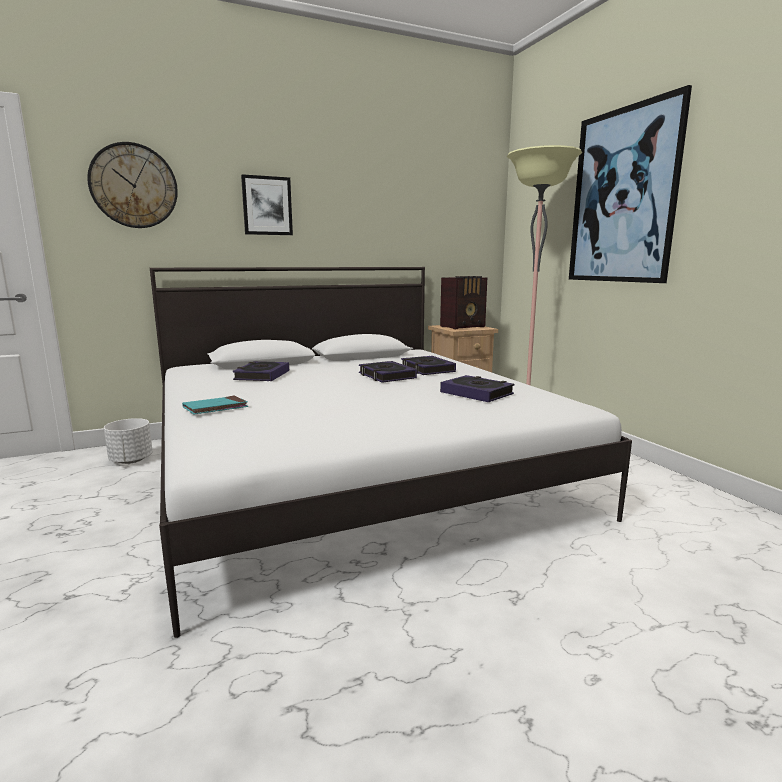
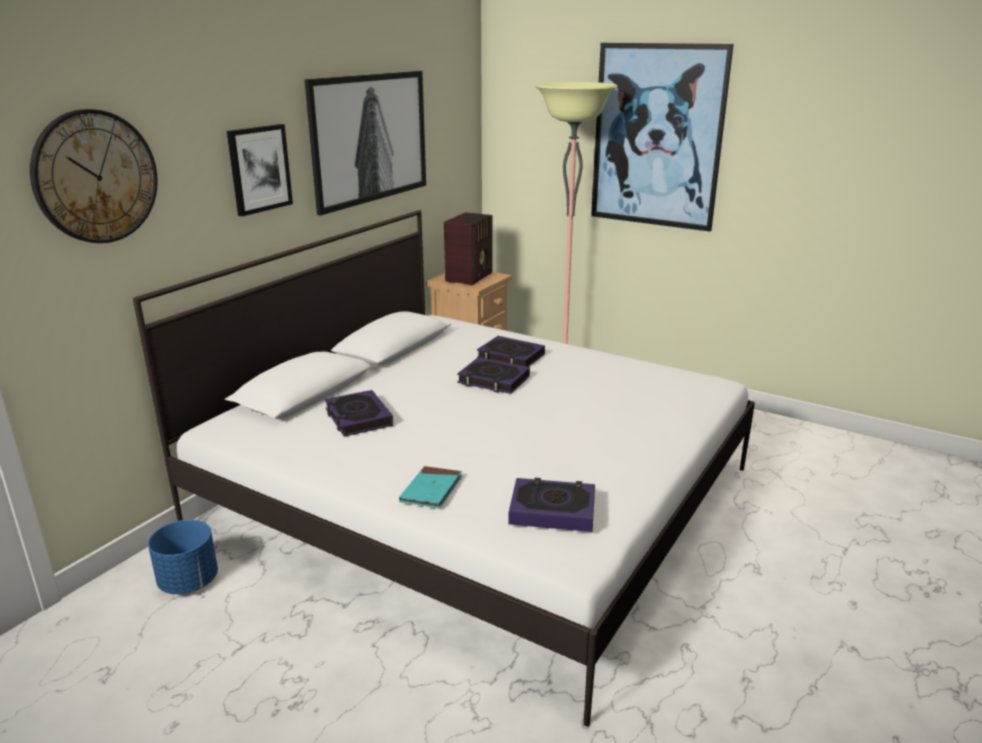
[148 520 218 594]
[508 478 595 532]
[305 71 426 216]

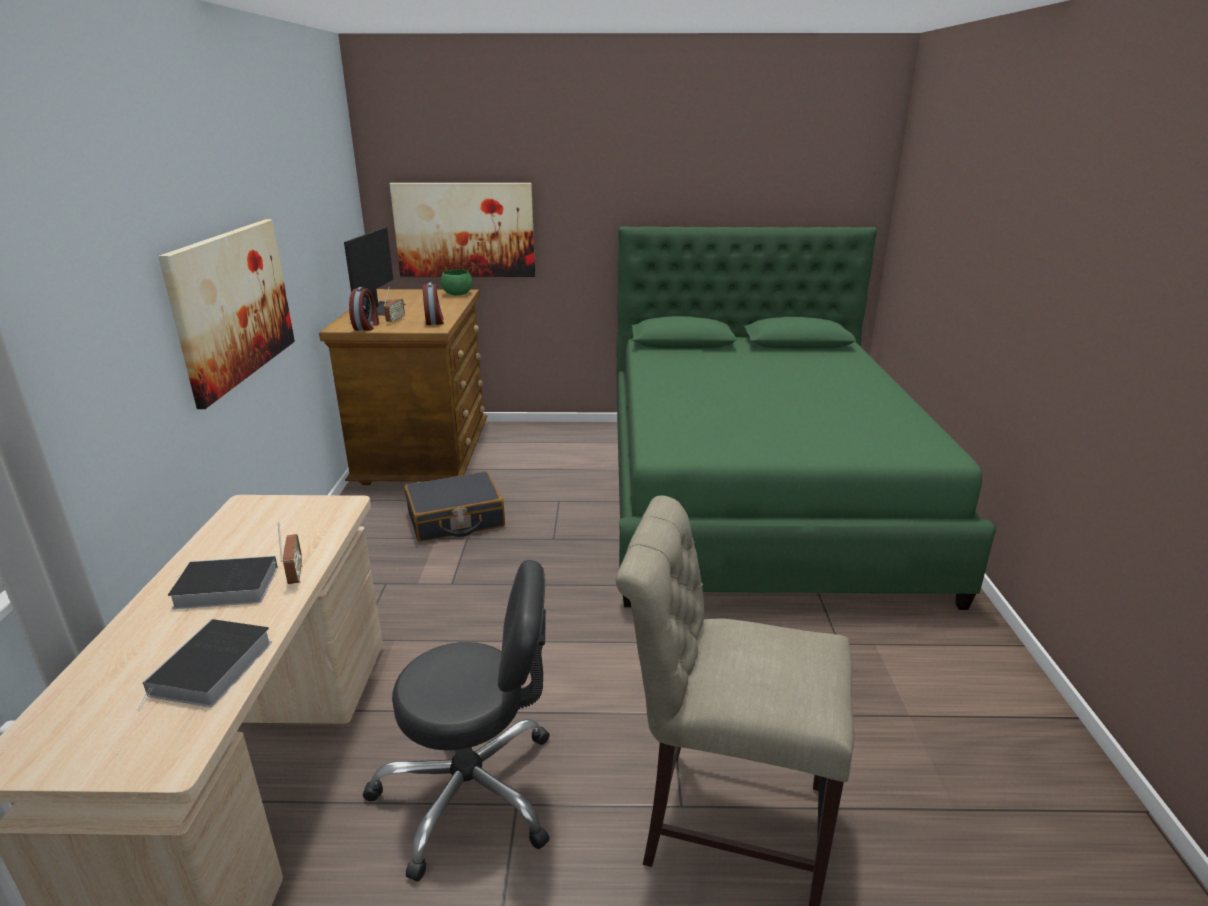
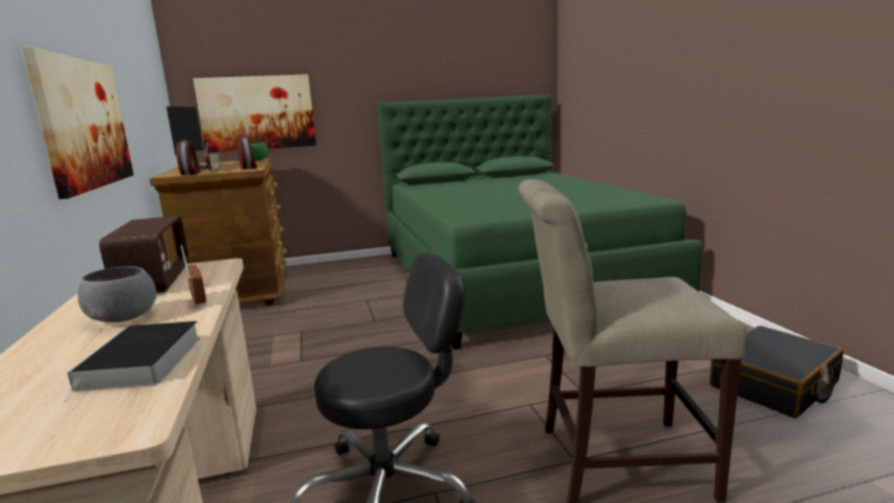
[78 266 157 322]
[710 326 843 418]
[99 216 189 293]

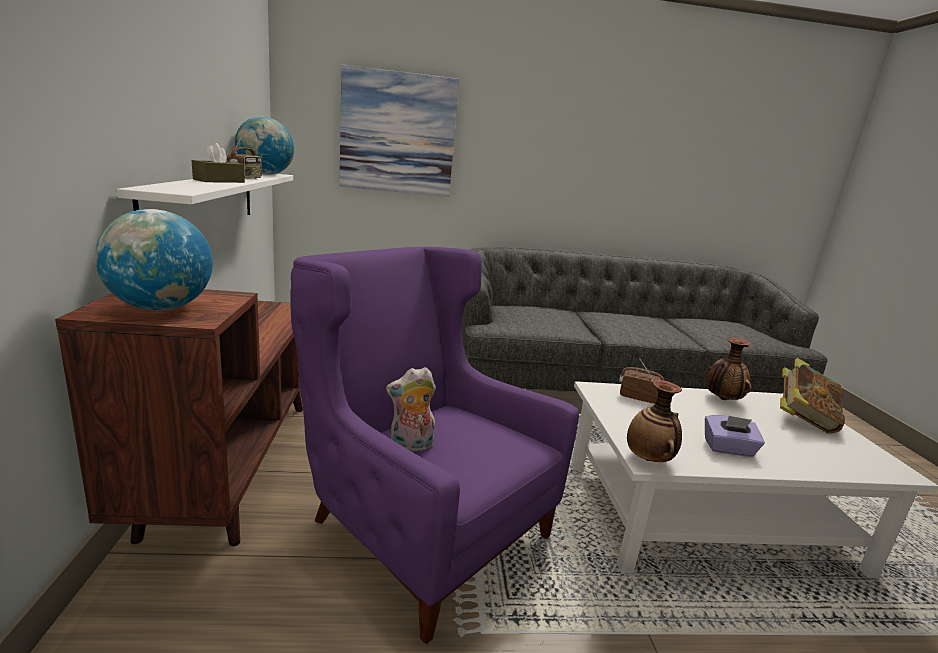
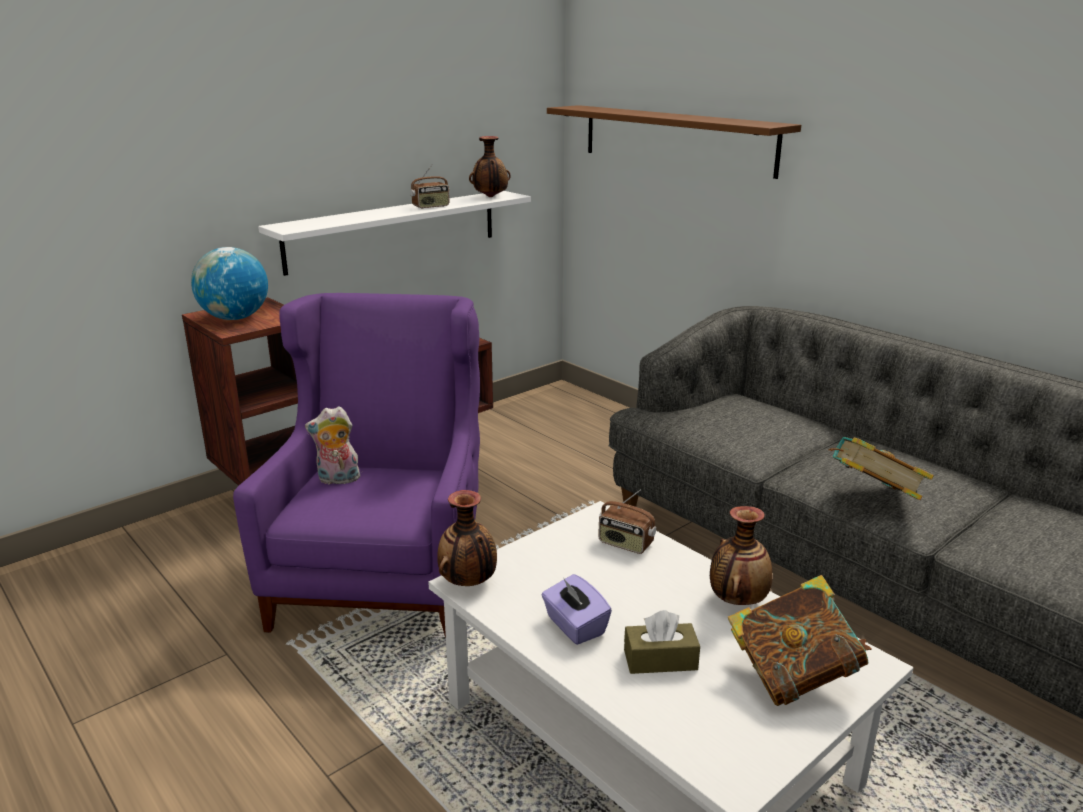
[624 610 700 674]
[469 136 511 197]
[547 105 801 179]
[305 406 360 485]
[599 489 656 554]
[828 437 934 500]

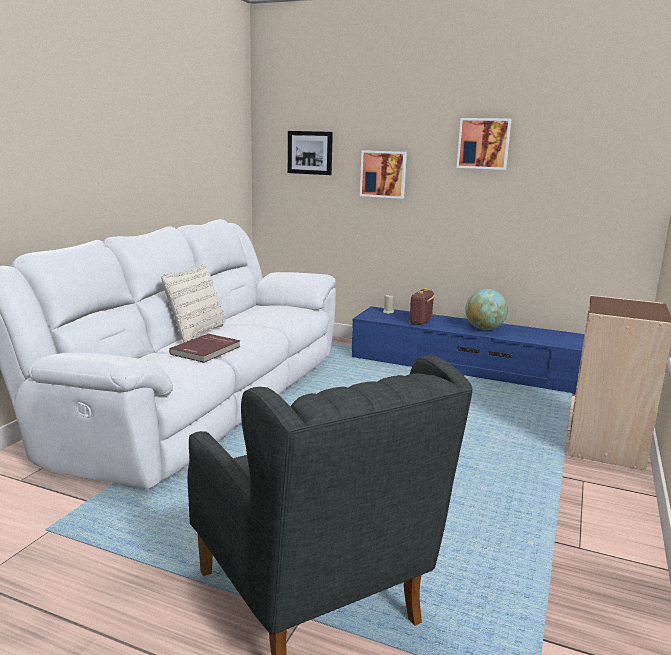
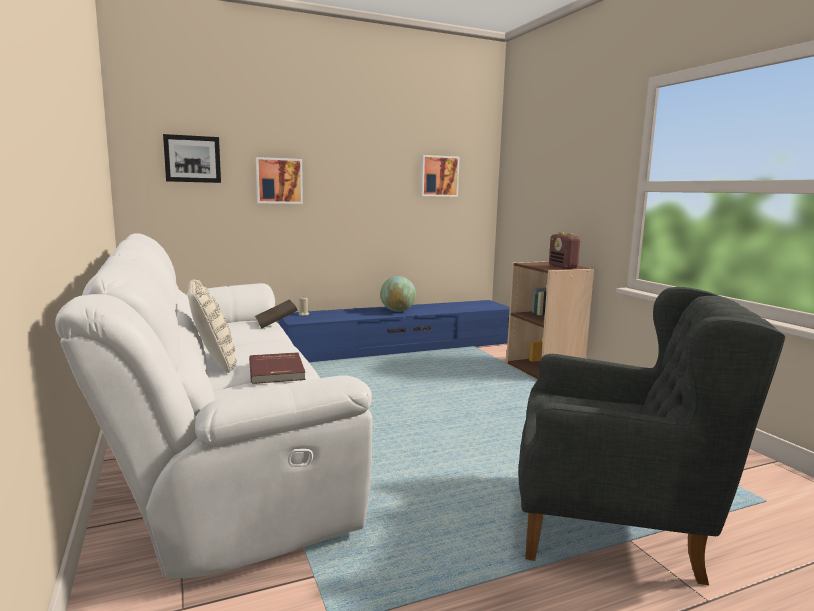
[549 232 582 269]
[420 155 460 197]
[255 299 298 329]

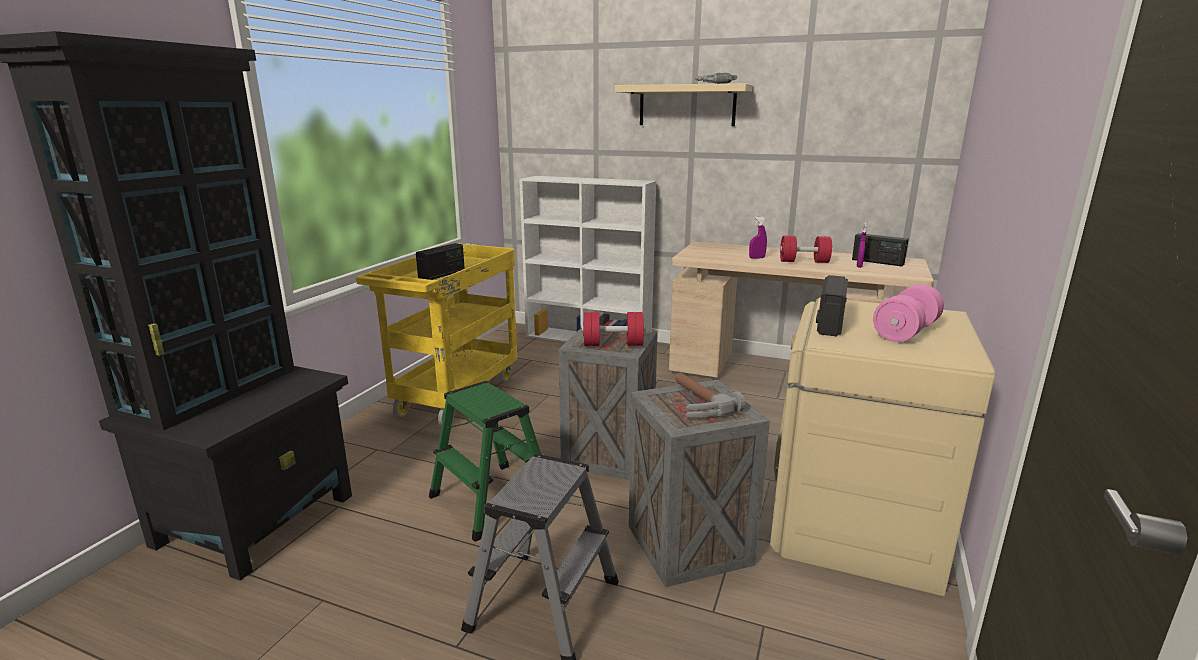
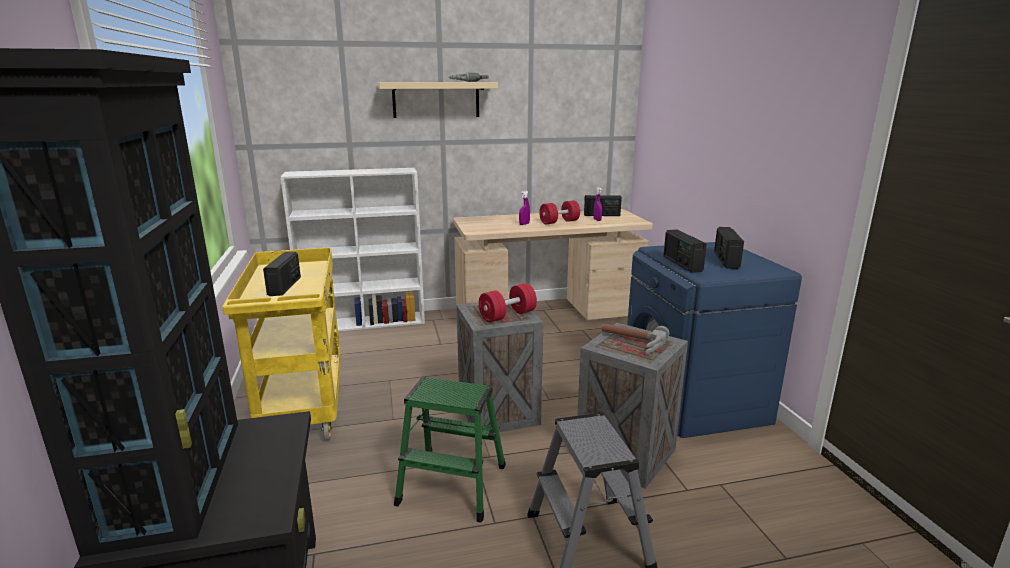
[627 242 802 438]
[714 227 744 269]

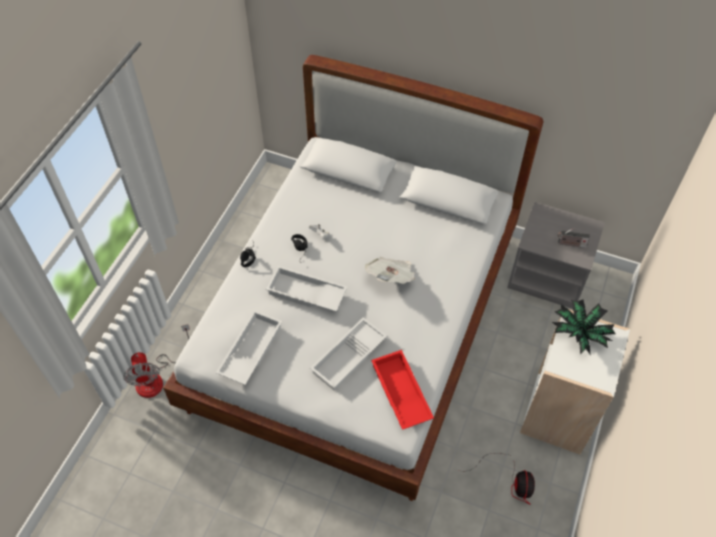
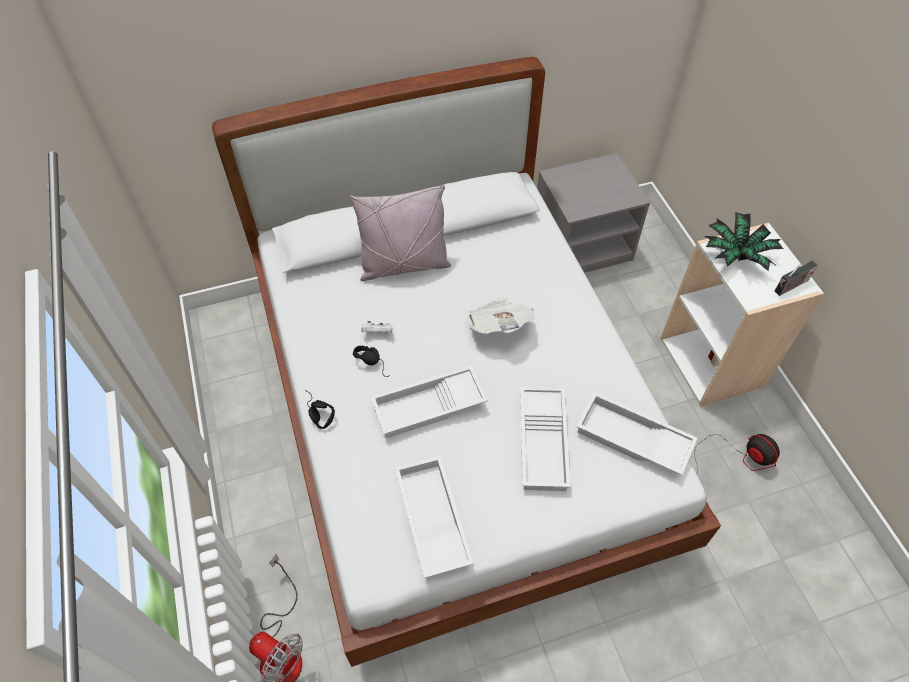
[576 392 697 475]
[775 261 818 296]
[350 184 451 281]

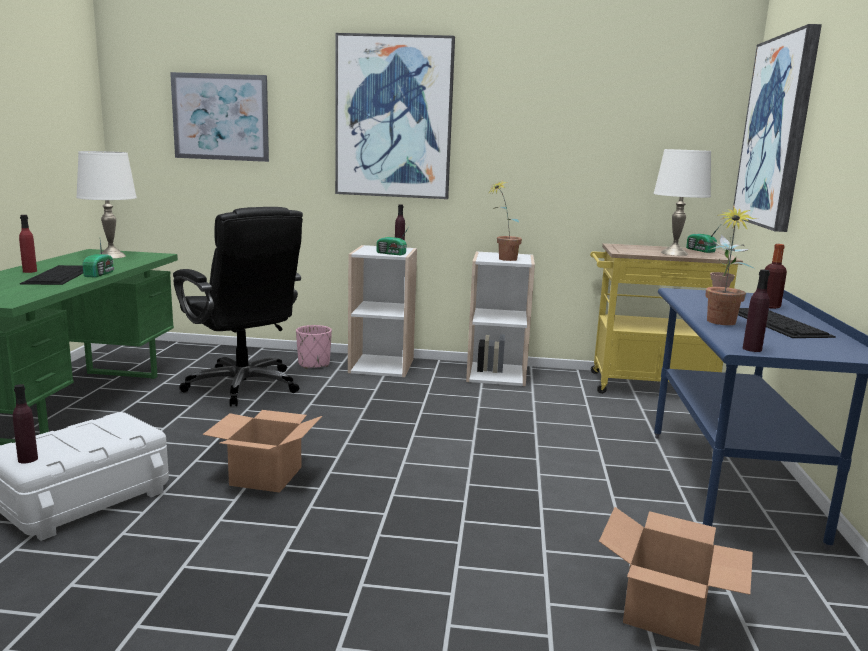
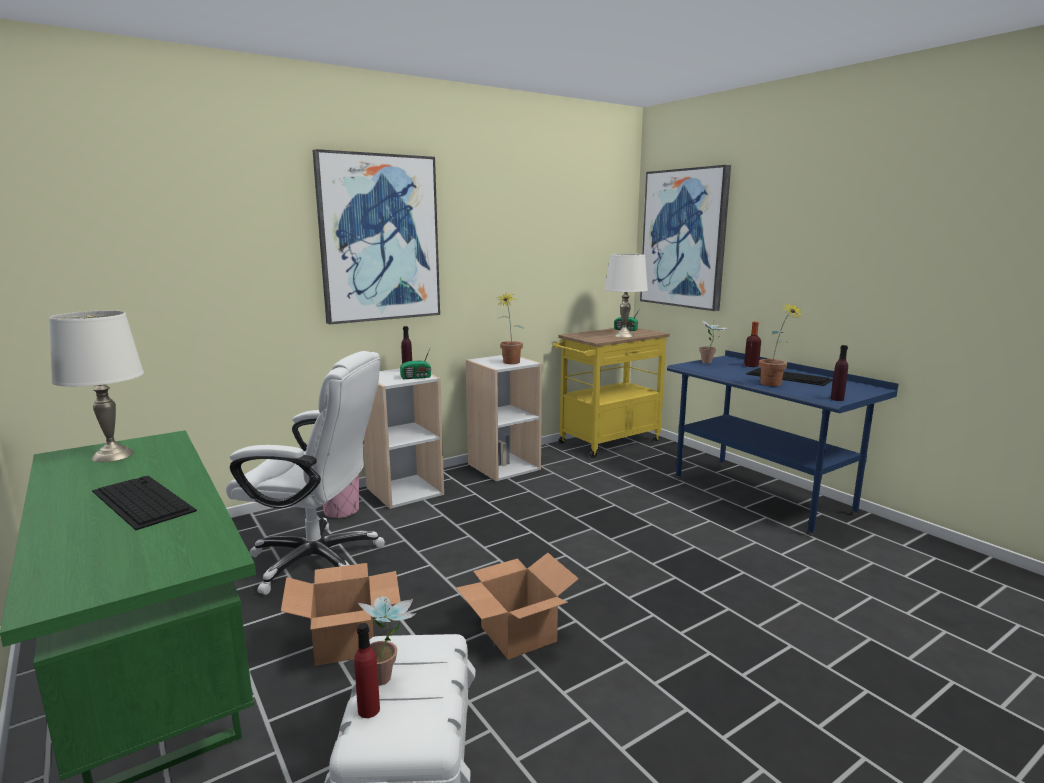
[13 384 38 463] (first image)
[354 623 380 718]
[83 240 114 278] (first image)
[170 72 269 162] (first image)
[226 351 385 595]
[281 563 401 666]
[357 596 416 686]

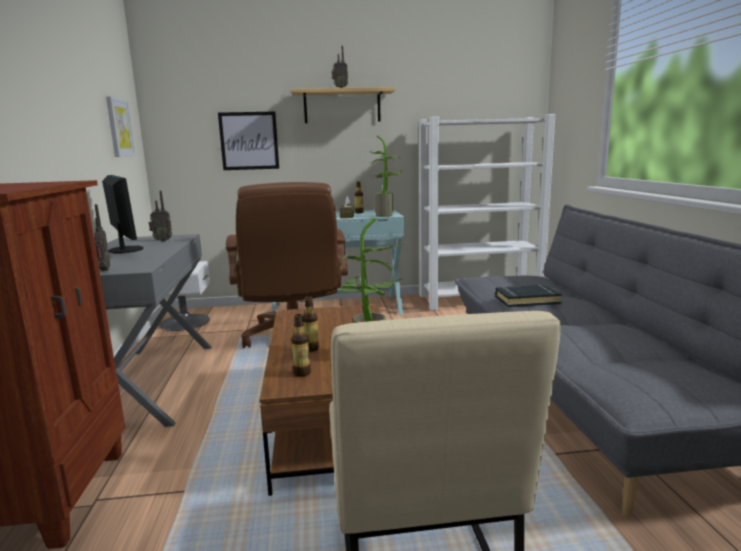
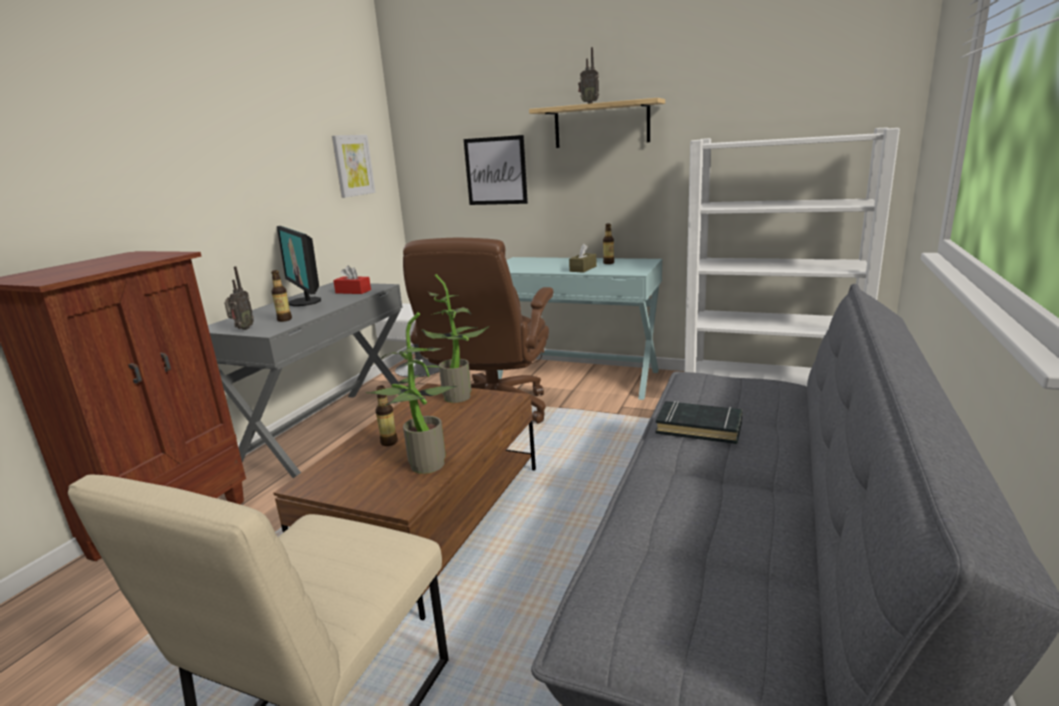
[277 226 321 306]
[333 265 371 294]
[271 270 292 322]
[422 274 489 403]

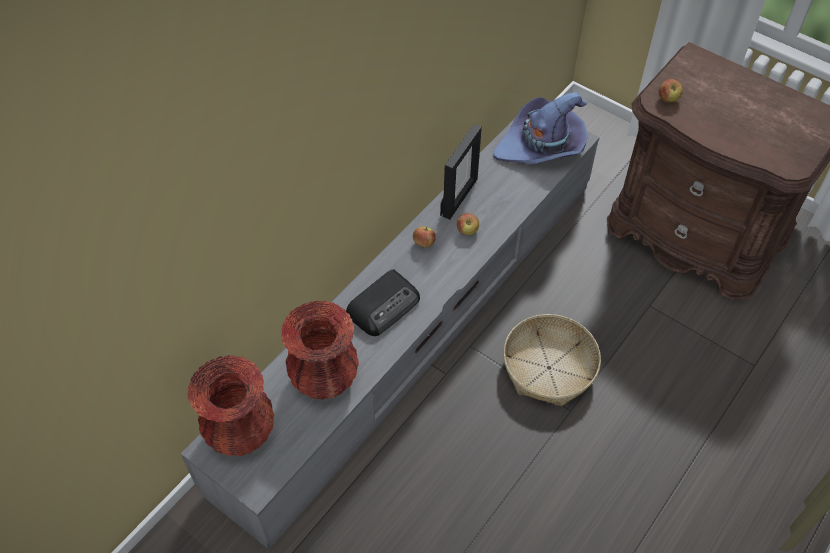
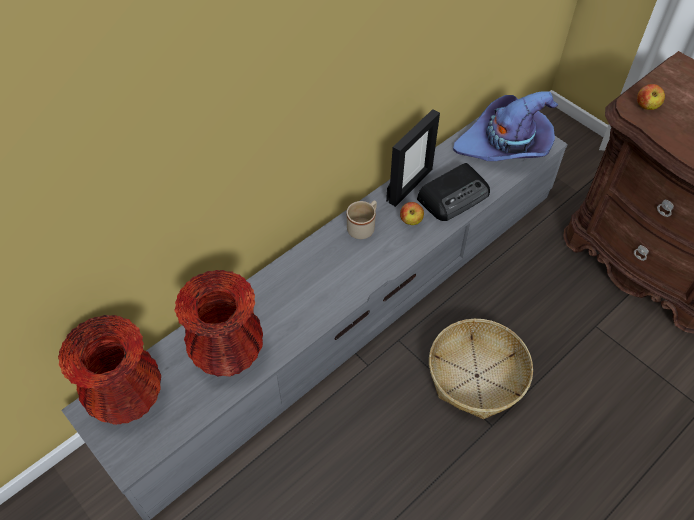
[417 163 490 221]
[346 200 377 239]

